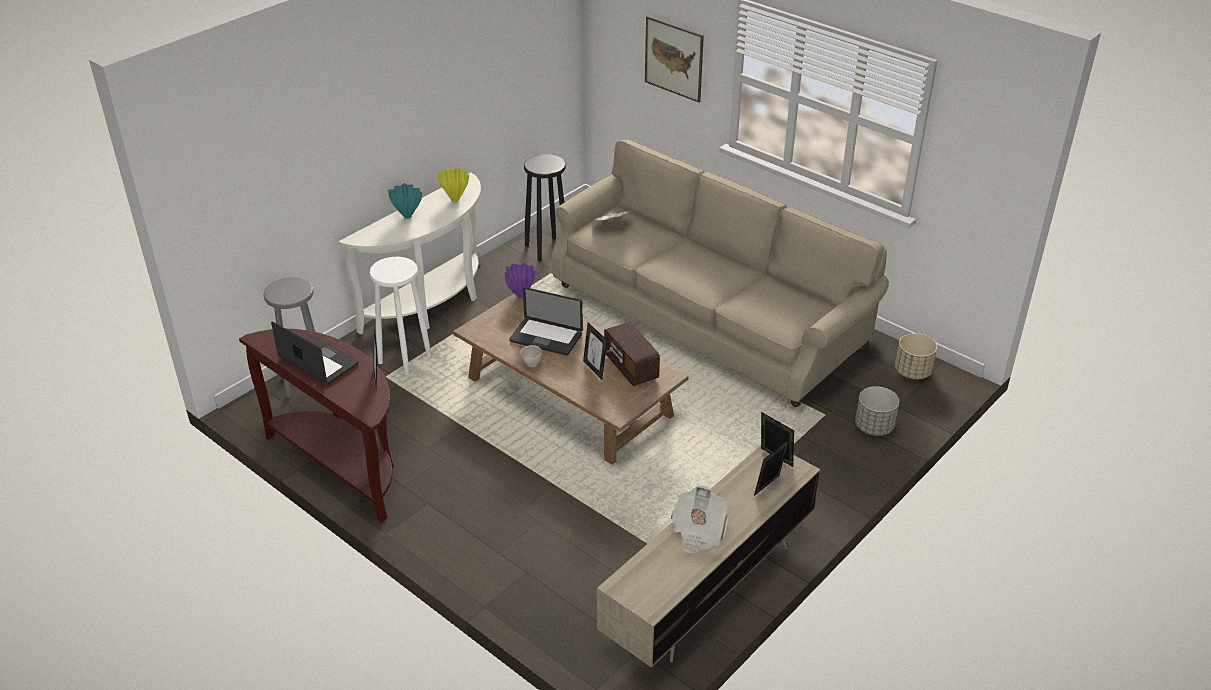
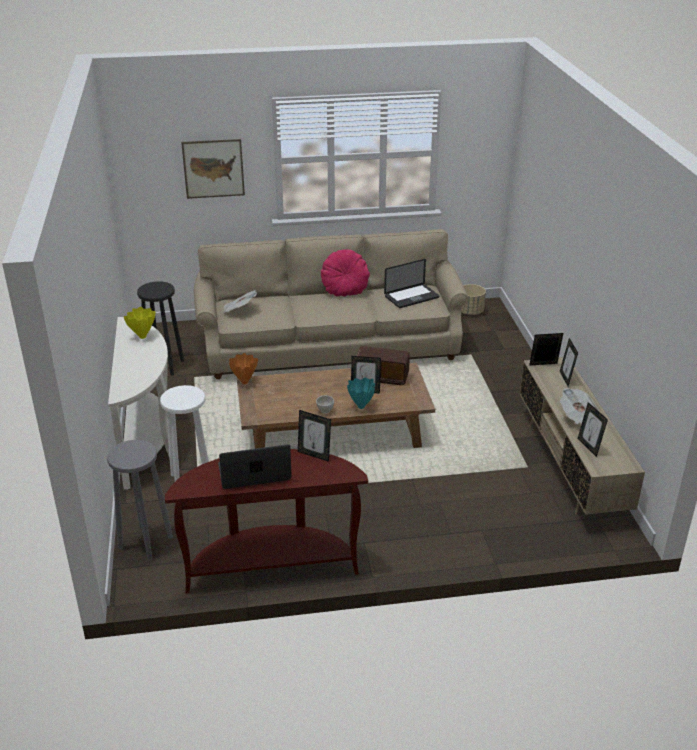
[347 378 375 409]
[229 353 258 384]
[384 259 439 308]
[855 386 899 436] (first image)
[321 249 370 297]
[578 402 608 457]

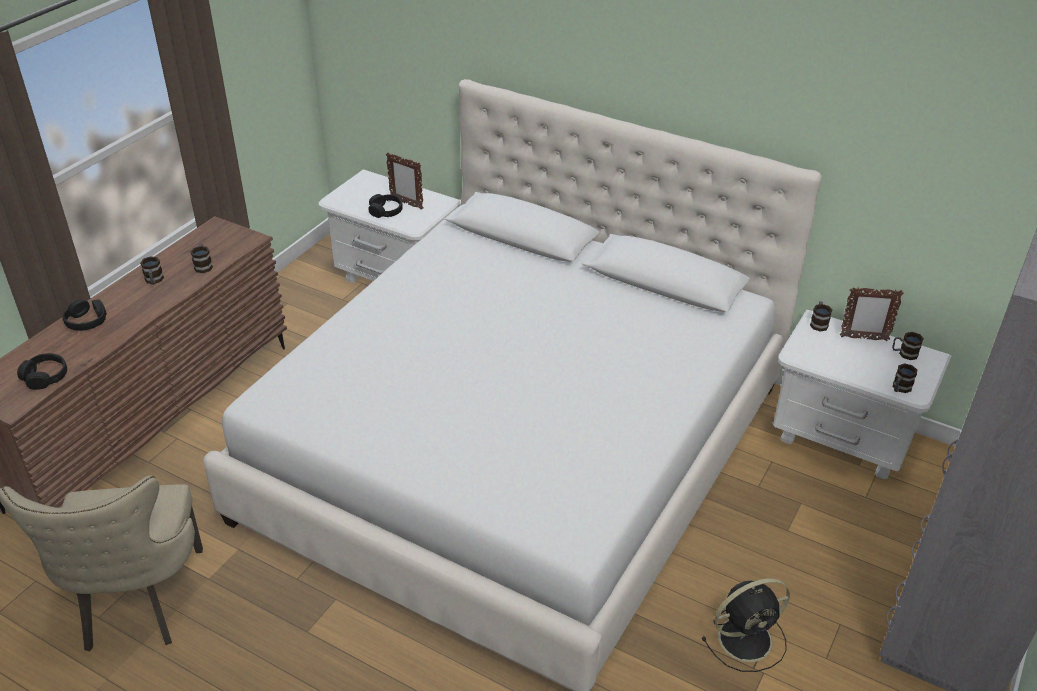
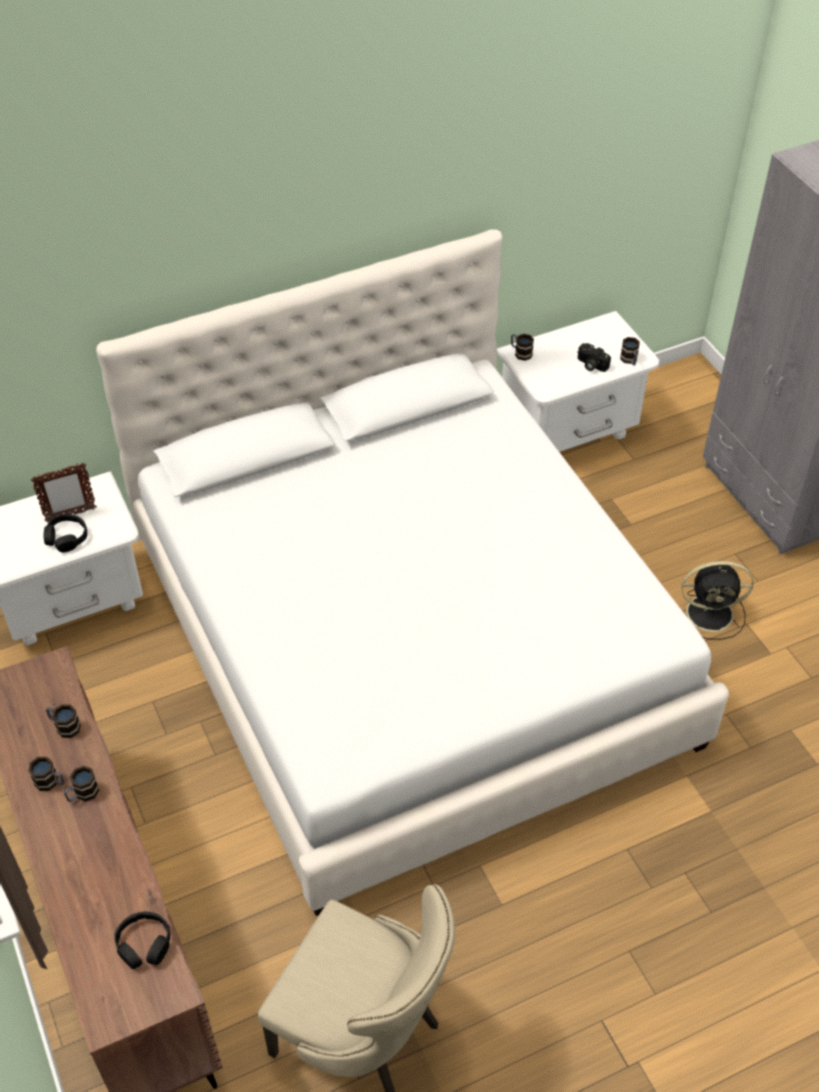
[62 299 107 331] (first image)
[681 561 753 640]
[840 287 904 341] (first image)
[64 766 99 802]
[577 343 611 372]

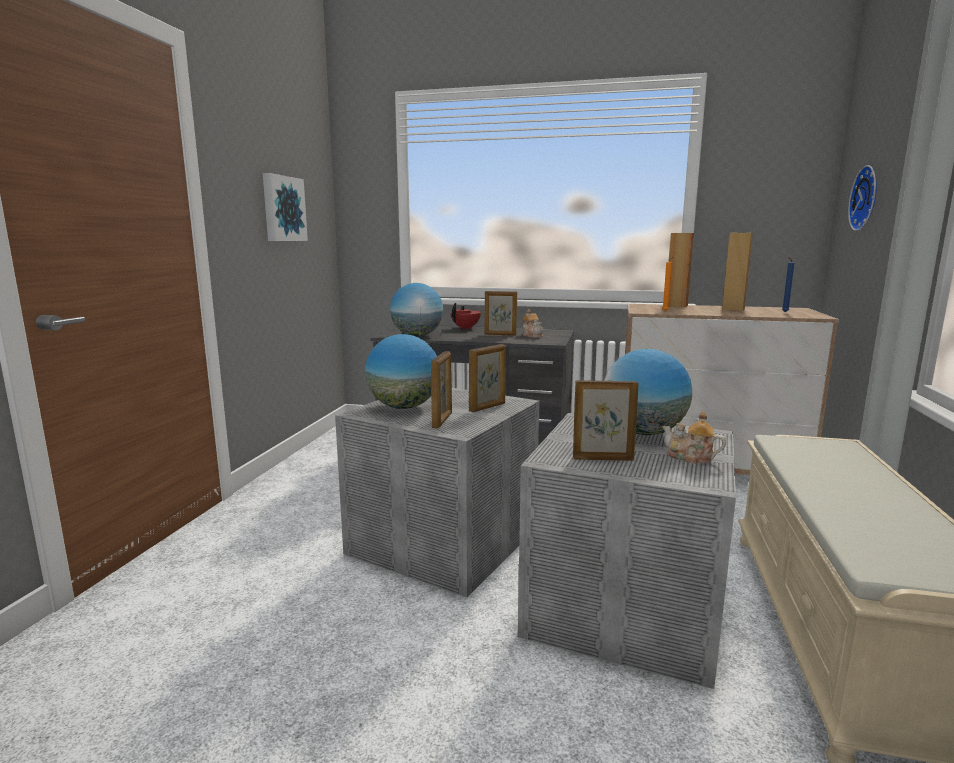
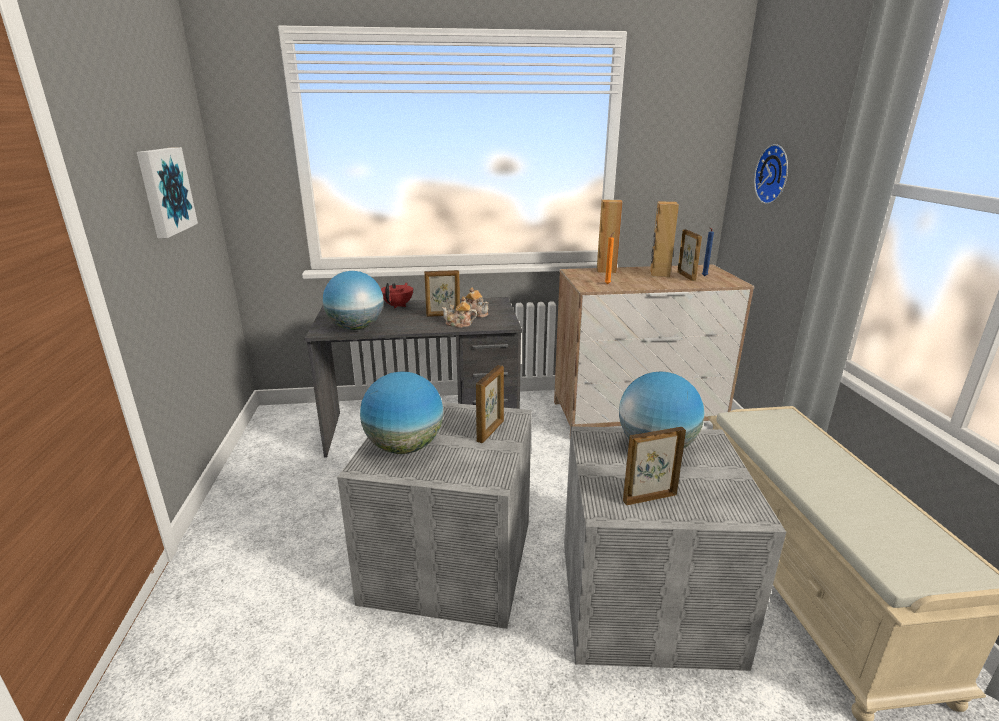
[677 229 702 281]
[441 296 477 328]

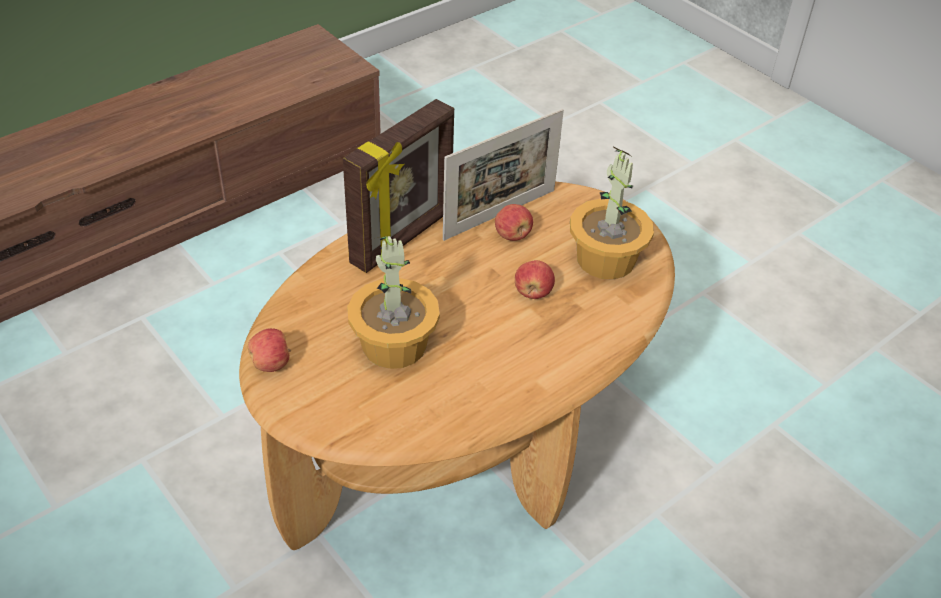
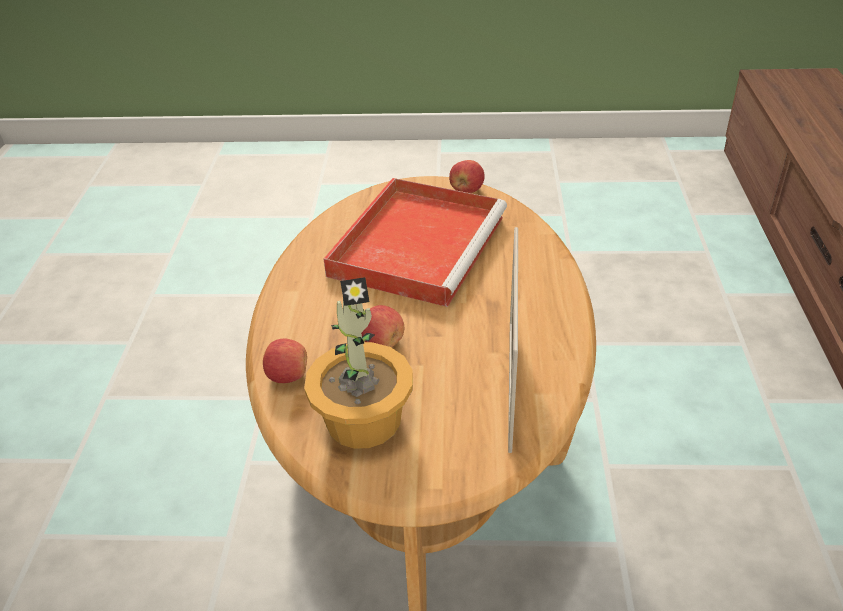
[343 99 454 273] (first image)
[324 178 507 307]
[263 339 307 383]

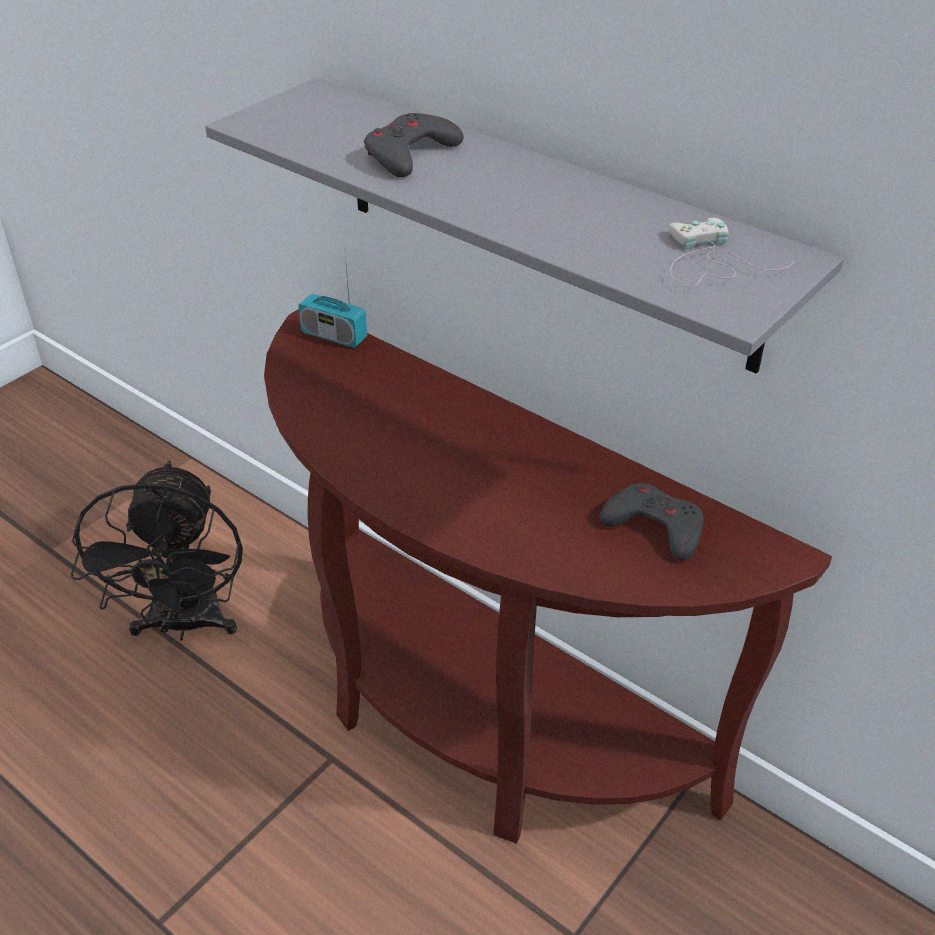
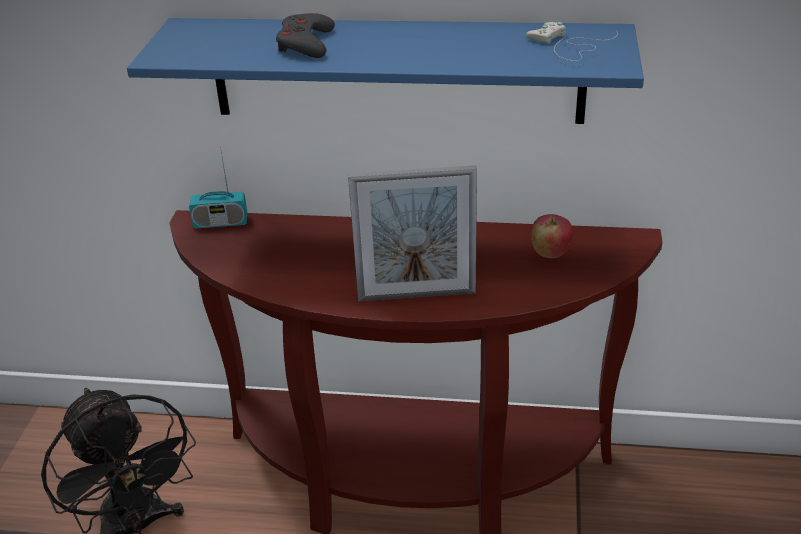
[127 18 644 124]
[530 214 573 258]
[348 165 477 301]

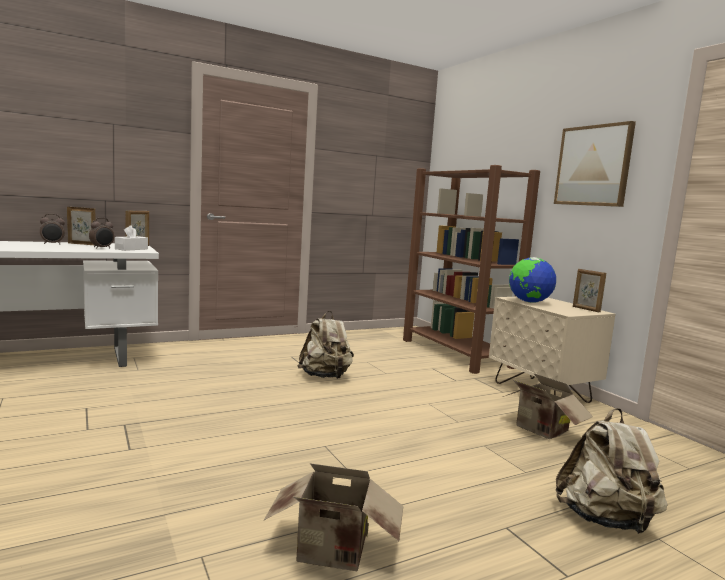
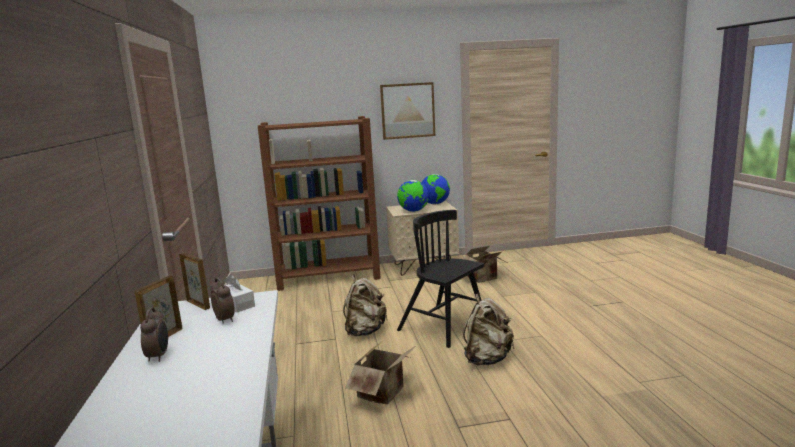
[345 340 414 404]
[463 294 514 365]
[421 174 450 205]
[397 210 484 348]

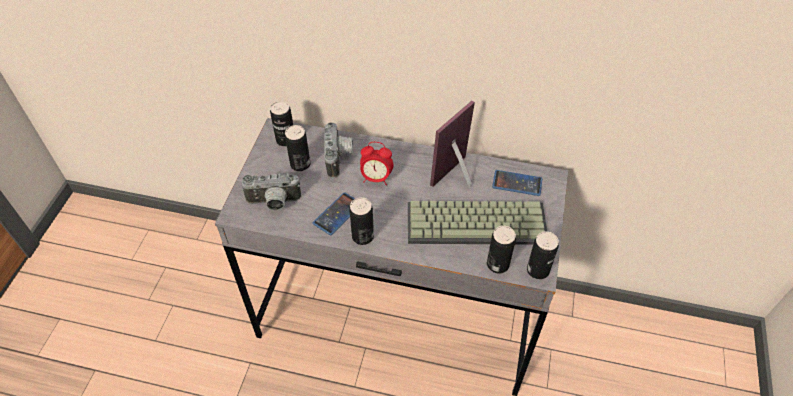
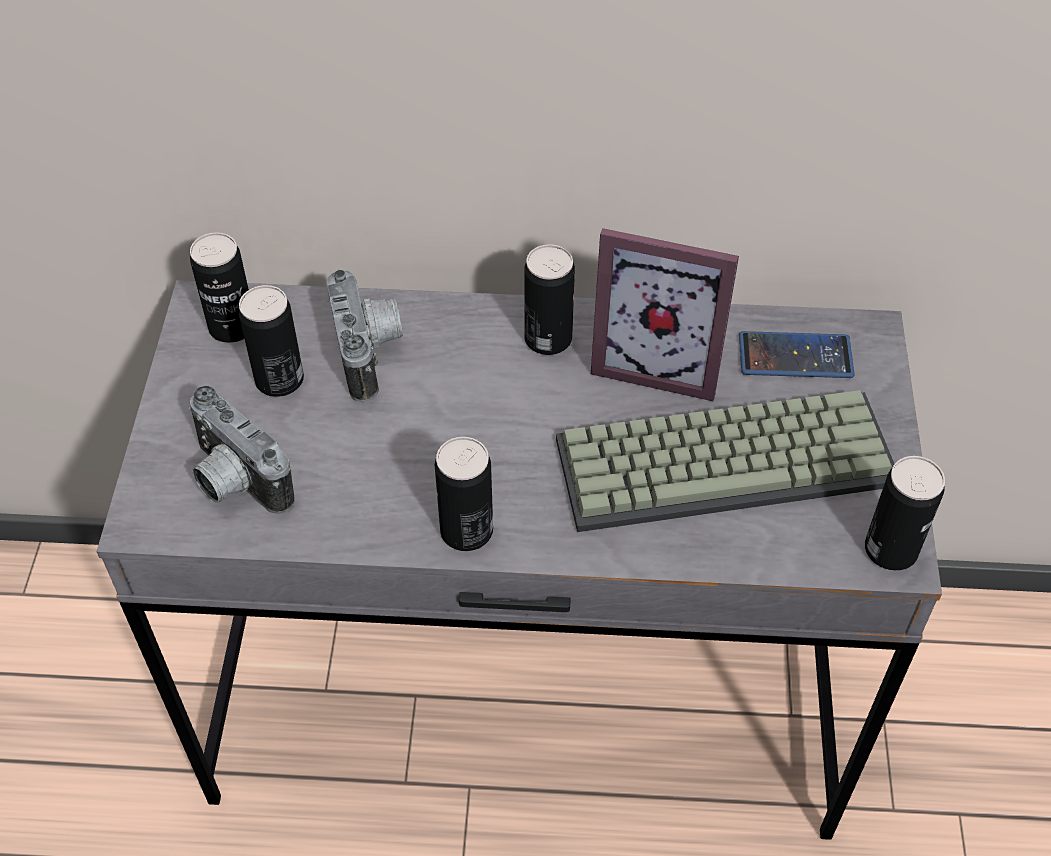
[188 386 295 514]
[313 192 355 235] (first image)
[360 142 393 185] (first image)
[591 228 739 401]
[525 245 575 355]

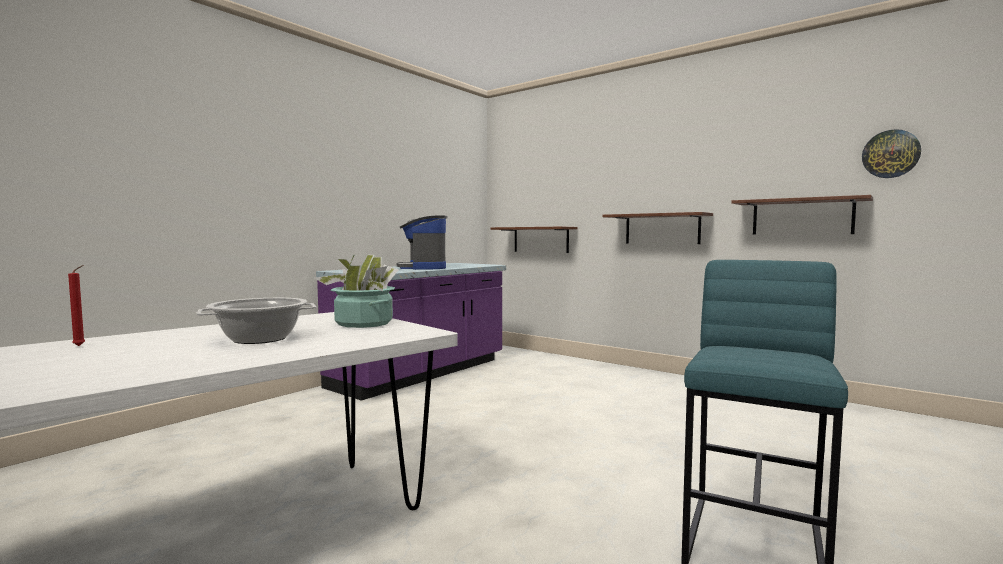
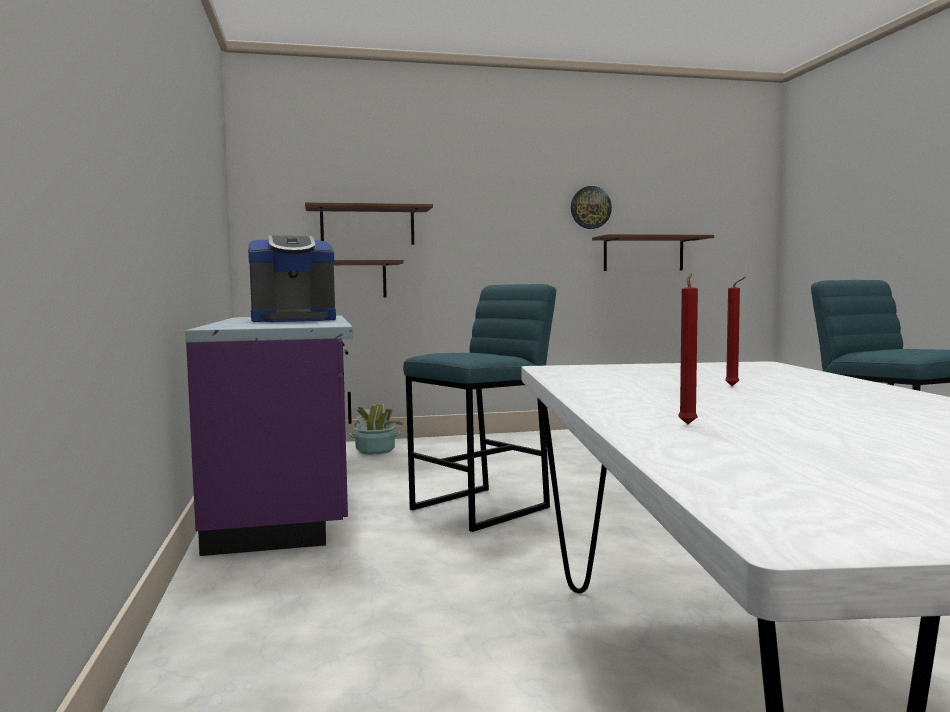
[725 277 746 386]
[349 404 405 455]
[248 235 336 322]
[305 202 433 245]
[571 186 612 229]
[403 284 556 532]

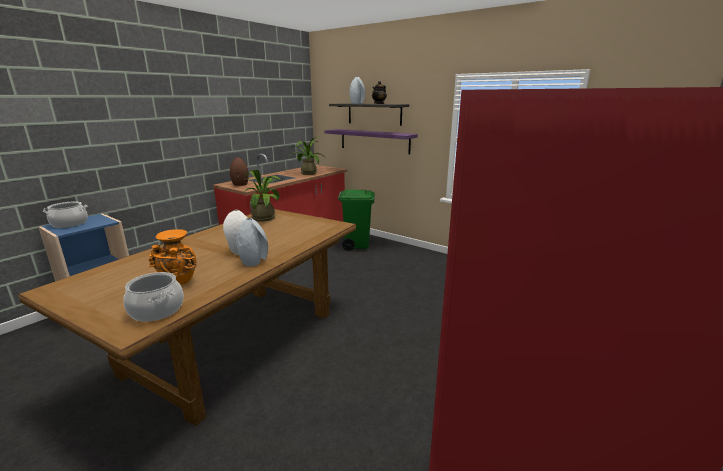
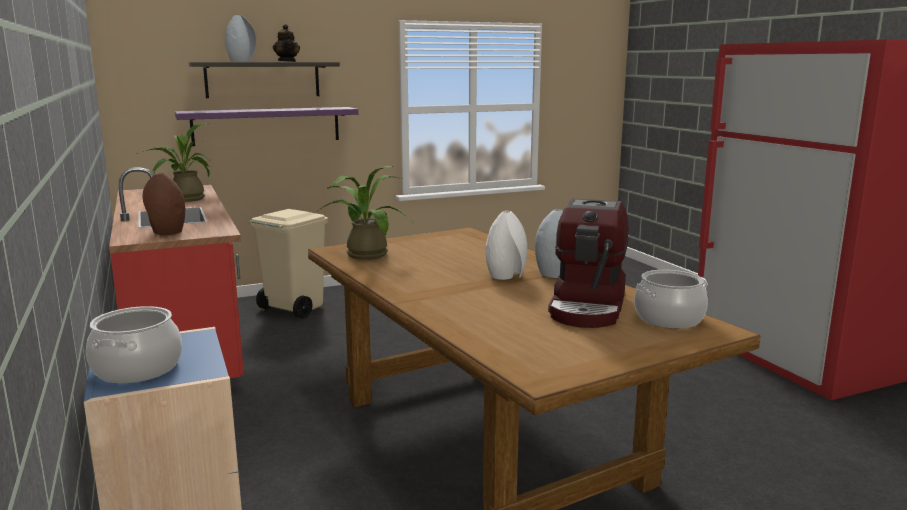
[548 199 629 328]
[249 209 328 319]

